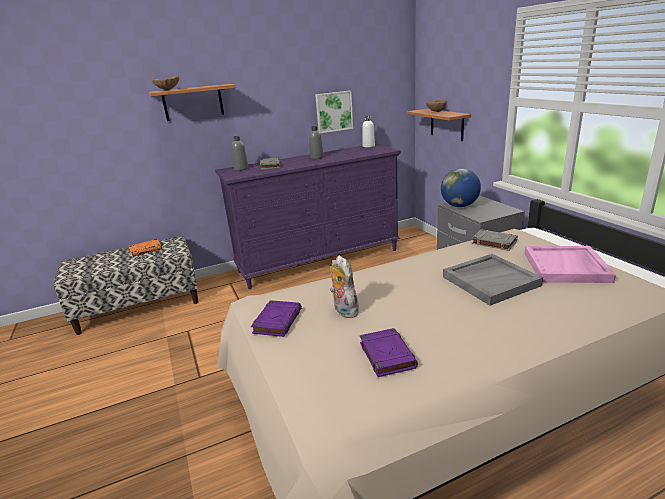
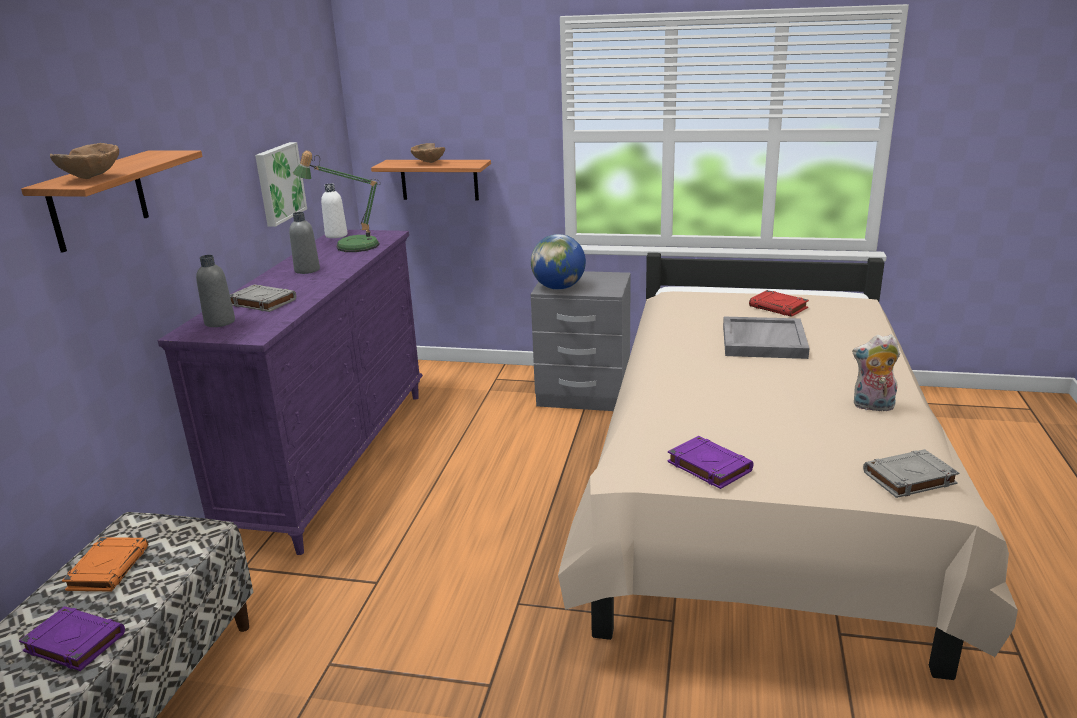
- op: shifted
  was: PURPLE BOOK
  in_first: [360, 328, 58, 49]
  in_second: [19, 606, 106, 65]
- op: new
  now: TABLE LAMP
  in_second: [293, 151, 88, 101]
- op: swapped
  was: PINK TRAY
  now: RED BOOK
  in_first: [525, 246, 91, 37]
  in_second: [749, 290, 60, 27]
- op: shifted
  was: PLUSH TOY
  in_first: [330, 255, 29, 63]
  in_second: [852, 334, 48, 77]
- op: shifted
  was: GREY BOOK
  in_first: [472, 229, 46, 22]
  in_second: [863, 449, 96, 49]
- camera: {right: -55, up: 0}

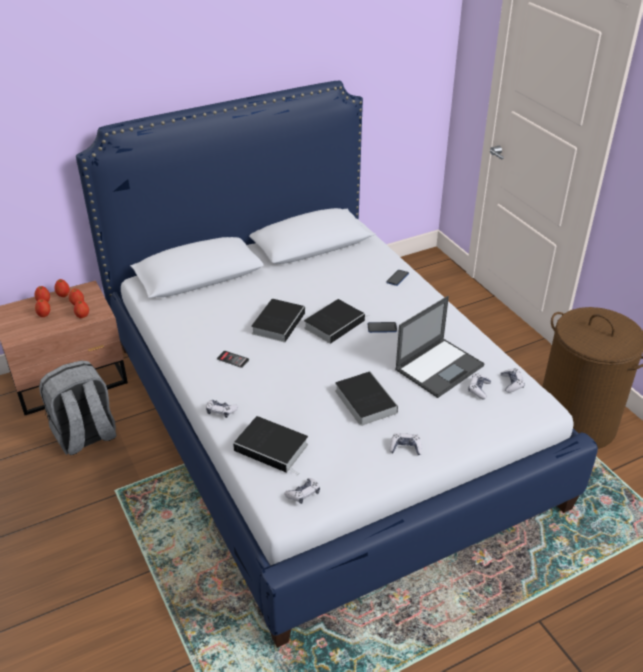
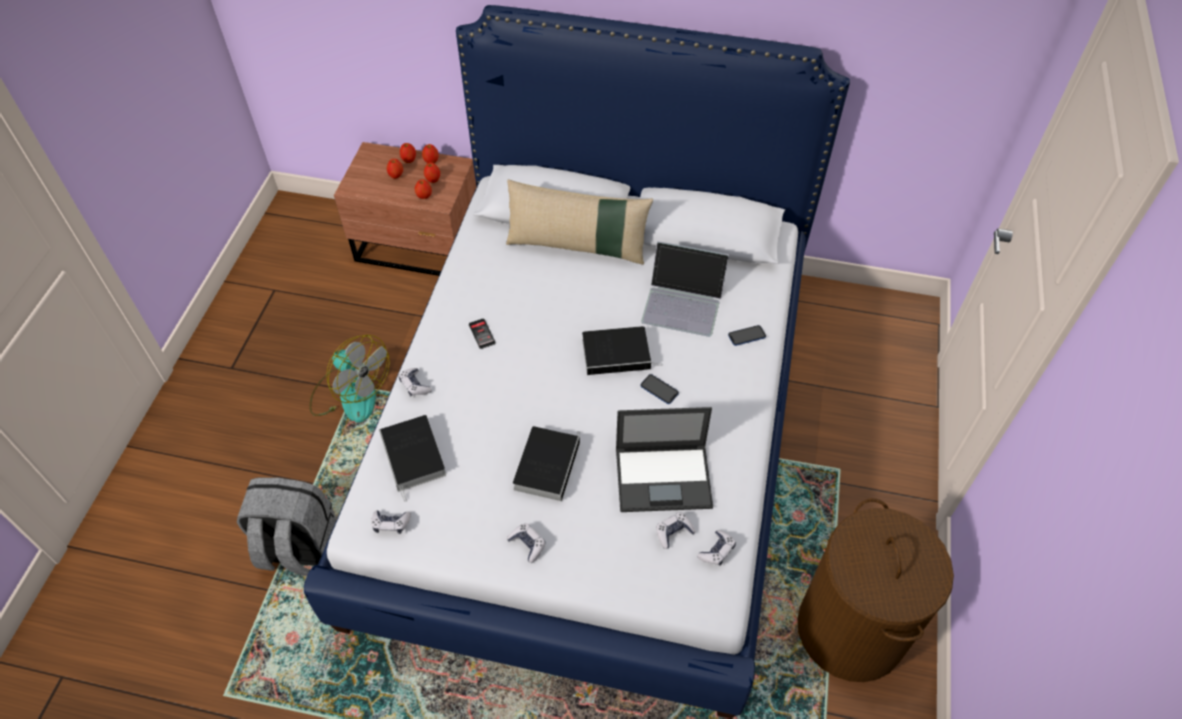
- op: shifted
  was: GREY BACKPACK
  in_first: [39, 360, 77, 95]
  in_second: [237, 478, 100, 98]
- op: new
  now: FAN
  in_second: [309, 335, 81, 88]
- op: new
  now: BEIGE PILLOW
  in_second: [506, 180, 147, 85]
- op: new
  now: LAPTOP
  in_second: [641, 241, 88, 96]
- op: gone
  was: BOOK
  in_first: [251, 299, 55, 43]
- camera: {right: 40, up: 15}

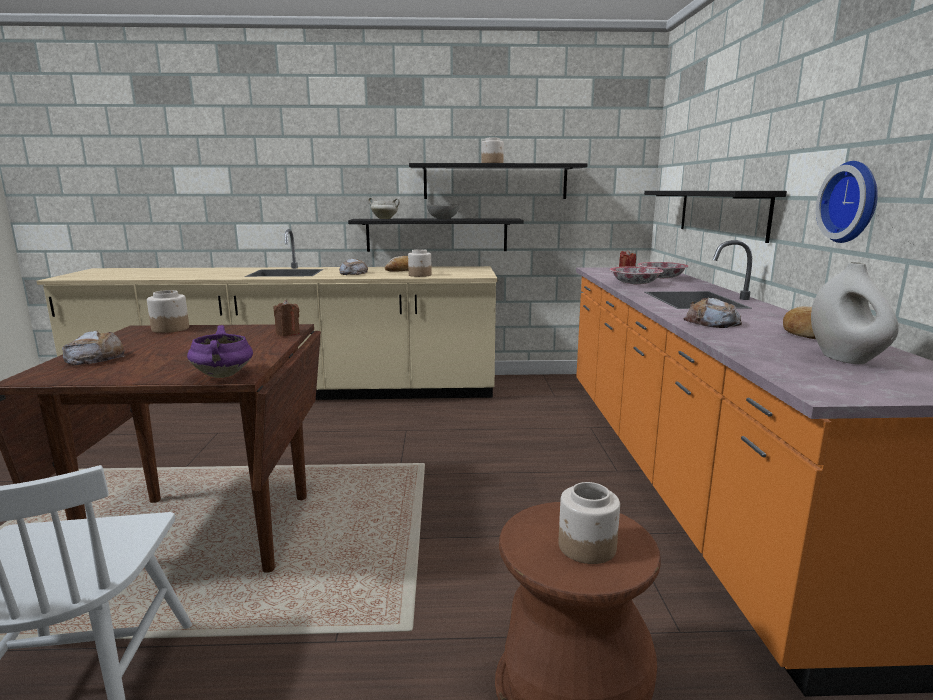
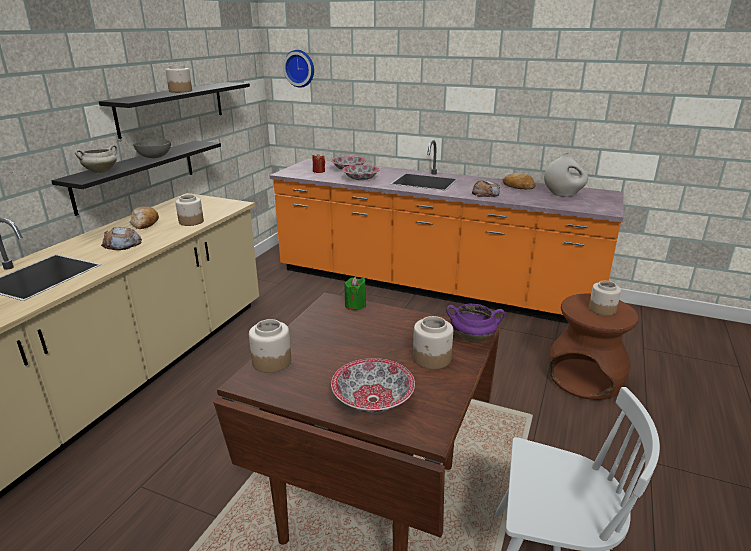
- op: shifted
  was: WALL CLOCK
  in_first: [816, 161, 62, 82]
  in_second: [283, 50, 31, 38]
- op: swapped
  was: BREAD
  now: BOWL
  in_first: [62, 330, 63, 36]
  in_second: [331, 358, 84, 55]
- op: repainted
  was: BROWN CANDLE
  now: GREEN CANDLE
  in_first: [274, 300, 26, 36]
  in_second: [344, 276, 22, 34]
- op: new
  now: JAR
  in_second: [413, 316, 40, 53]
- op: gone
  was: BLACK SHELF
  in_first: [644, 191, 143, 52]
- camera: {right: -65, up: 10}

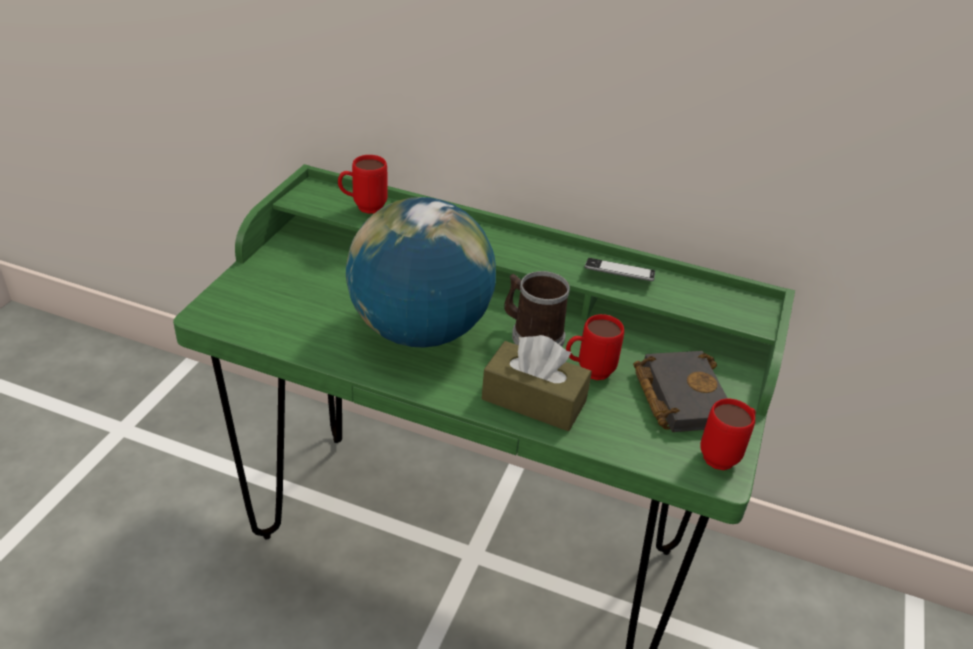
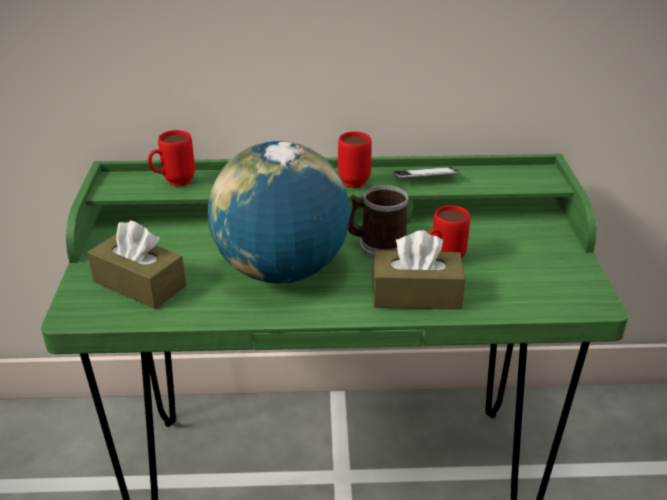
- op: new
  now: BROWN TISSUE BOX
  in_second: [87, 220, 99, 89]
- op: shifted
  was: RED MUG
  in_first: [700, 399, 56, 71]
  in_second: [338, 131, 34, 57]
- op: gone
  was: BLACK BOOK
  in_first: [633, 351, 95, 81]
- camera: {right: -20, up: -5}

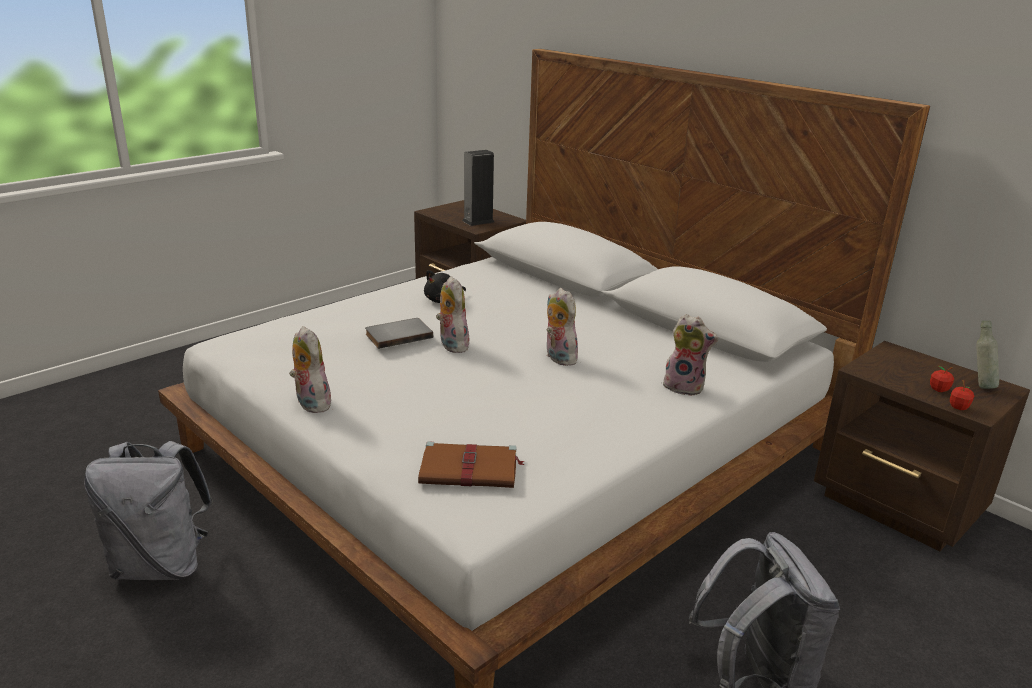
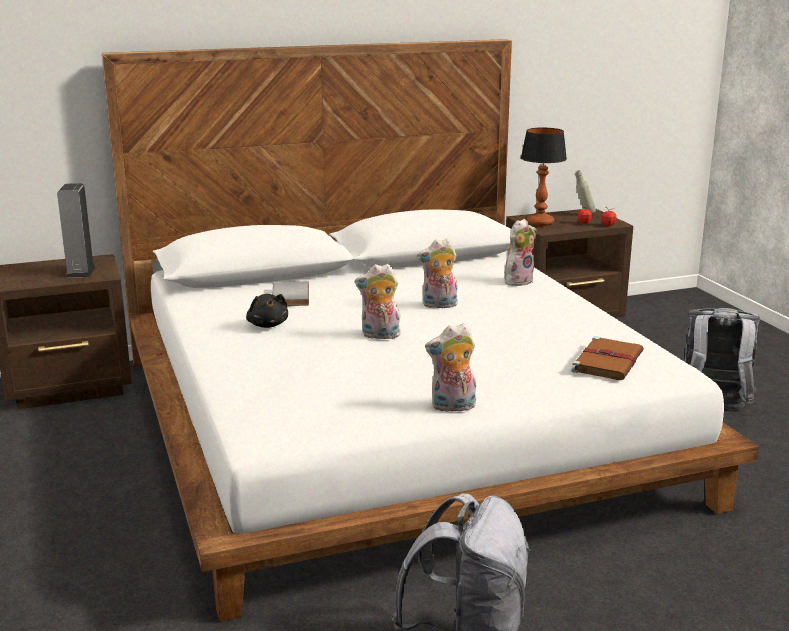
- op: shifted
  was: GREY BOOK
  in_first: [365, 318, 68, 31]
  in_second: [272, 282, 37, 24]
- op: new
  now: TABLE LAMP
  in_second: [521, 128, 46, 98]
- camera: {right: -65, up: -5}

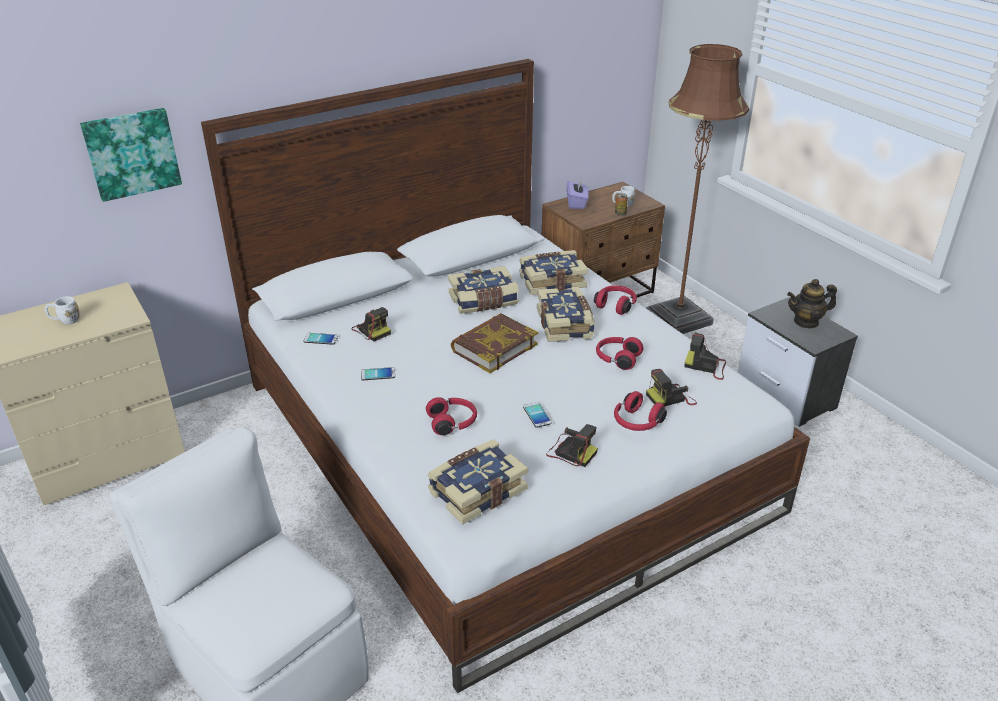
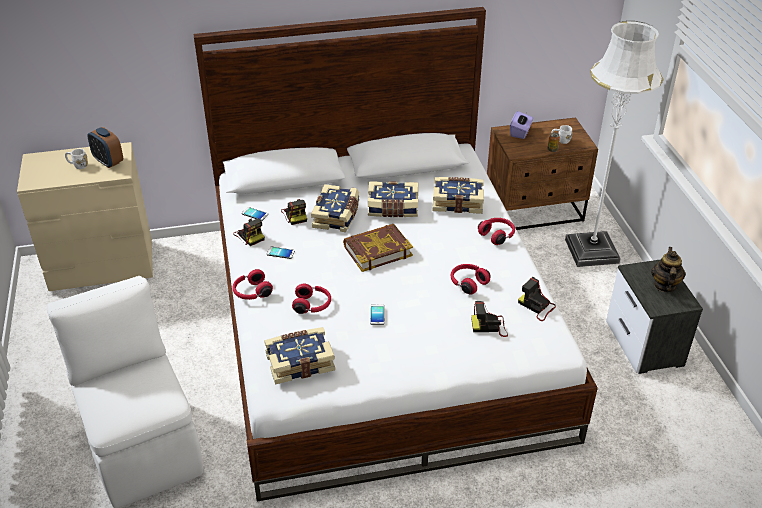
- op: new
  now: ALARM CLOCK
  in_second: [87, 127, 36, 41]
- op: shifted
  was: RED HEADPHONES
  in_first: [614, 391, 53, 40]
  in_second: [232, 269, 41, 31]
- op: shifted
  was: PHOTO CAMERA
  in_first: [546, 424, 52, 43]
  in_second: [233, 218, 32, 28]
- op: shifted
  was: BOOK
  in_first: [537, 287, 58, 55]
  in_second: [311, 184, 48, 48]
- op: repainted
  was: BROWN FLOOR LAMP
  now: WHITE FLOOR LAMP
  in_first: [646, 44, 103, 290]
  in_second: [565, 21, 98, 246]
- op: rotated
  was: TEAPOT
  in_first: [787, 279, 50, 50]
  in_second: [651, 247, 35, 45]
  clockwise: 90
- op: gone
  was: PICTURE
  in_first: [80, 108, 102, 94]
- camera: {right: 20, up: 5}

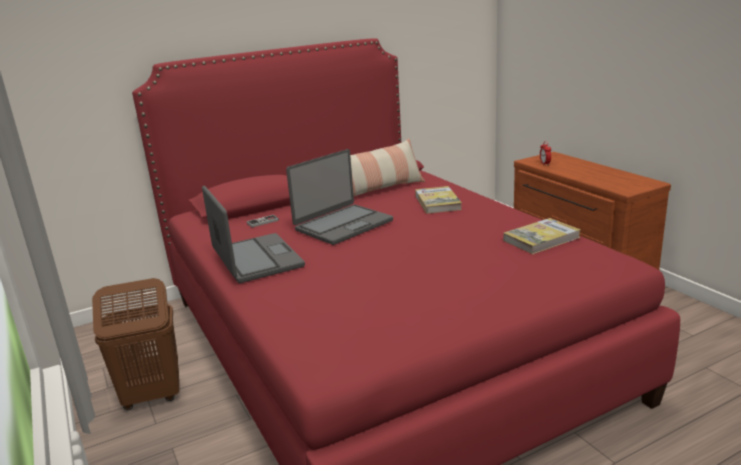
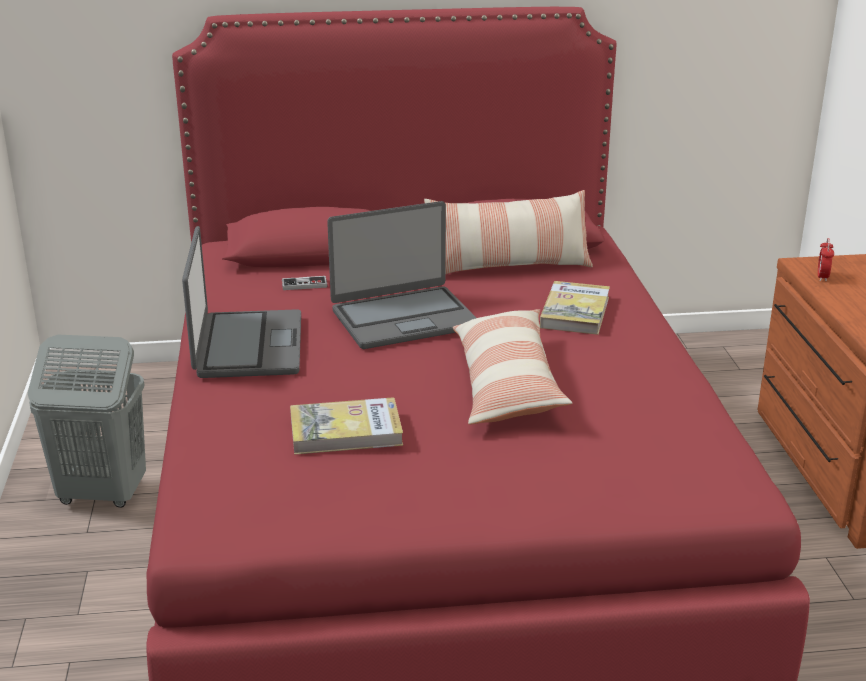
- op: repainted
  was: BROWN LAUNDRY BASKET
  now: GREY LAUNDRY BASKET
  in_first: [92, 278, 87, 132]
  in_second: [28, 335, 118, 173]
- op: shifted
  was: BOOK
  in_first: [503, 218, 78, 36]
  in_second: [290, 397, 113, 58]
- op: new
  now: PILLOW
  in_second: [452, 309, 121, 116]
- camera: {right: 20, up: 5}

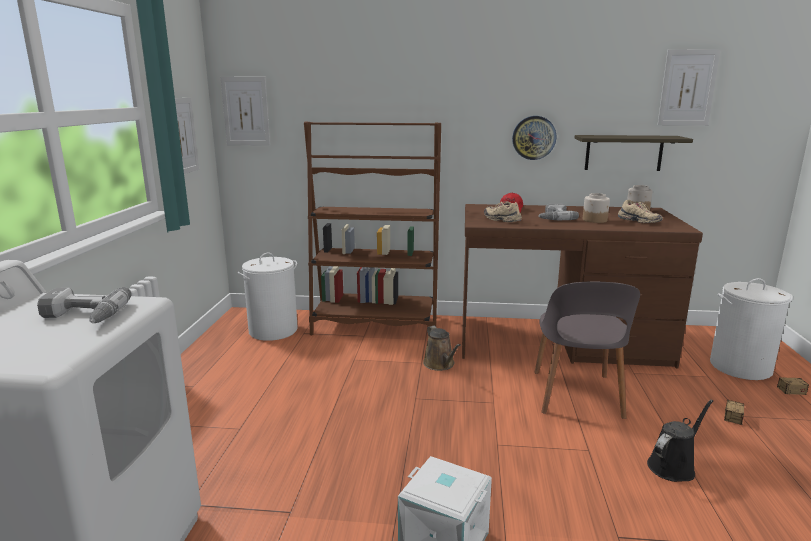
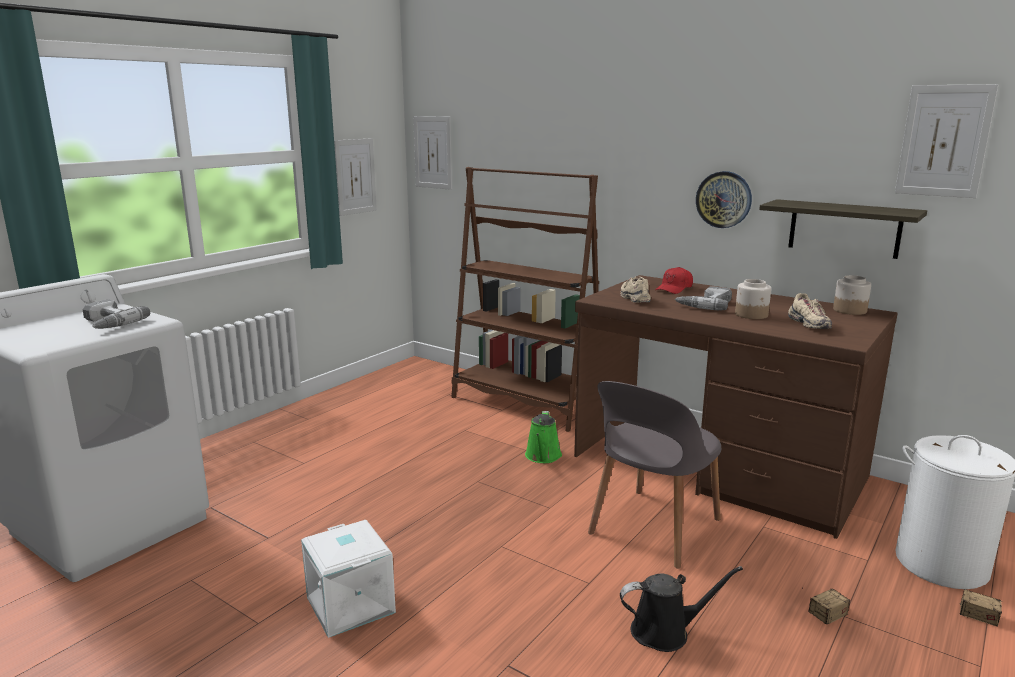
- op: repainted
  was: BROWN WATERING CAN
  now: GREEN WATERING CAN
  in_first: [423, 326, 38, 45]
  in_second: [525, 411, 37, 52]
- op: gone
  was: WHITE LAUNDRY BASKET
  in_first: [238, 252, 60, 89]
- camera: {right: 30, up: 0}

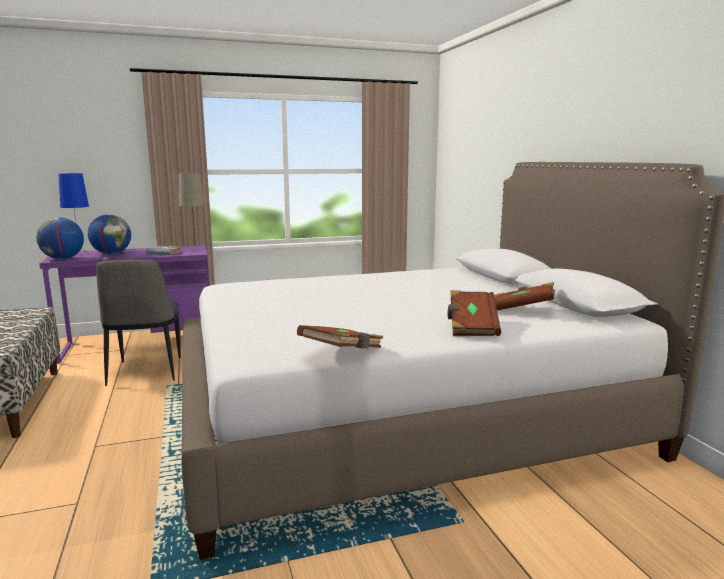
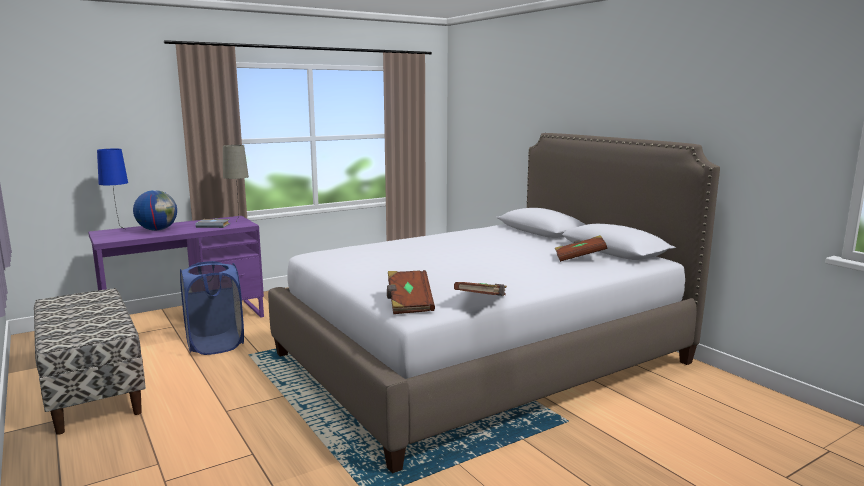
- op: swapped
  was: CHAIR
  now: BLUE LAUNDRY BASKET
  in_first: [96, 259, 85, 127]
  in_second: [180, 261, 64, 94]
- op: shifted
  was: BROWN BOOK
  in_first: [447, 290, 54, 46]
  in_second: [387, 270, 48, 44]
- op: gone
  was: GLOBE
  in_first: [36, 217, 48, 42]
- camera: {right: -15, up: 0}

